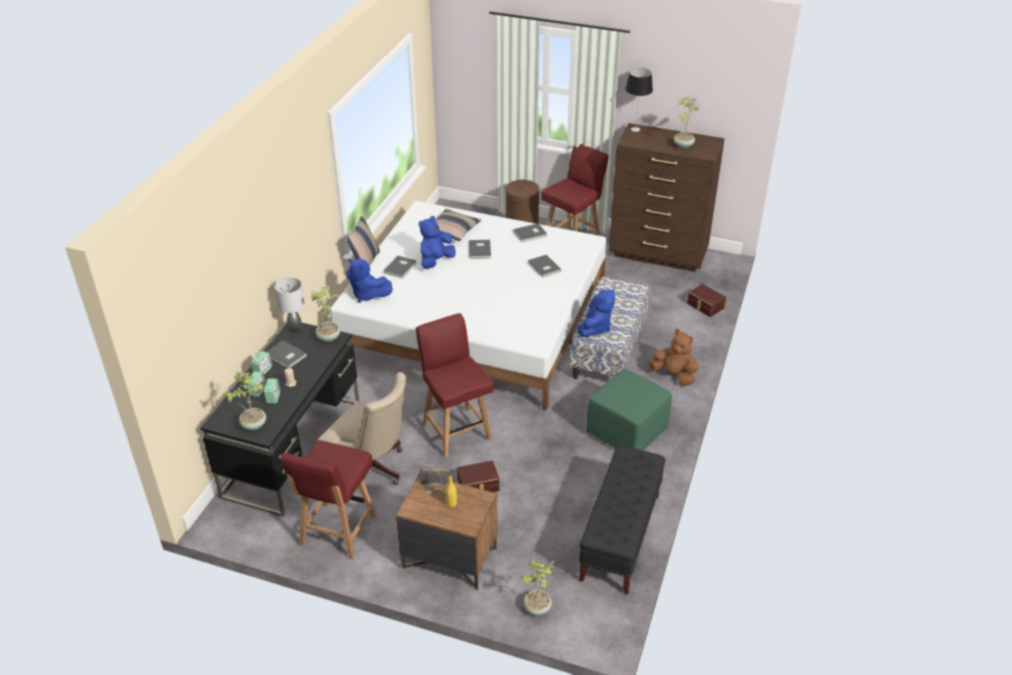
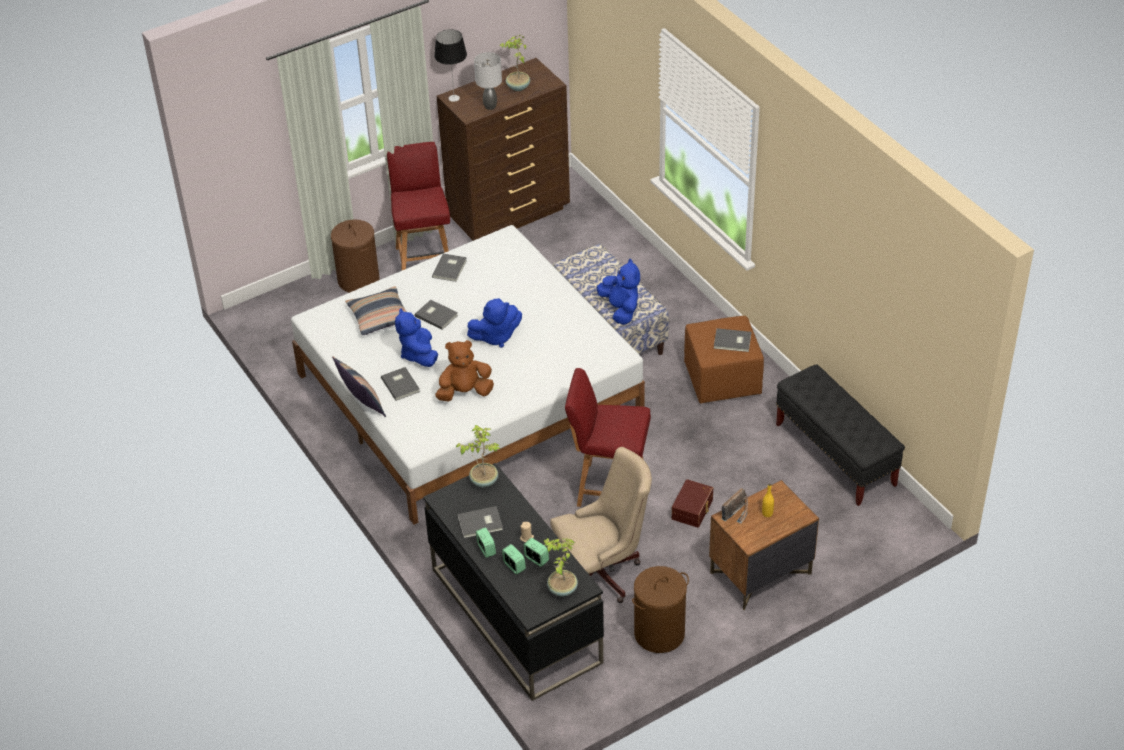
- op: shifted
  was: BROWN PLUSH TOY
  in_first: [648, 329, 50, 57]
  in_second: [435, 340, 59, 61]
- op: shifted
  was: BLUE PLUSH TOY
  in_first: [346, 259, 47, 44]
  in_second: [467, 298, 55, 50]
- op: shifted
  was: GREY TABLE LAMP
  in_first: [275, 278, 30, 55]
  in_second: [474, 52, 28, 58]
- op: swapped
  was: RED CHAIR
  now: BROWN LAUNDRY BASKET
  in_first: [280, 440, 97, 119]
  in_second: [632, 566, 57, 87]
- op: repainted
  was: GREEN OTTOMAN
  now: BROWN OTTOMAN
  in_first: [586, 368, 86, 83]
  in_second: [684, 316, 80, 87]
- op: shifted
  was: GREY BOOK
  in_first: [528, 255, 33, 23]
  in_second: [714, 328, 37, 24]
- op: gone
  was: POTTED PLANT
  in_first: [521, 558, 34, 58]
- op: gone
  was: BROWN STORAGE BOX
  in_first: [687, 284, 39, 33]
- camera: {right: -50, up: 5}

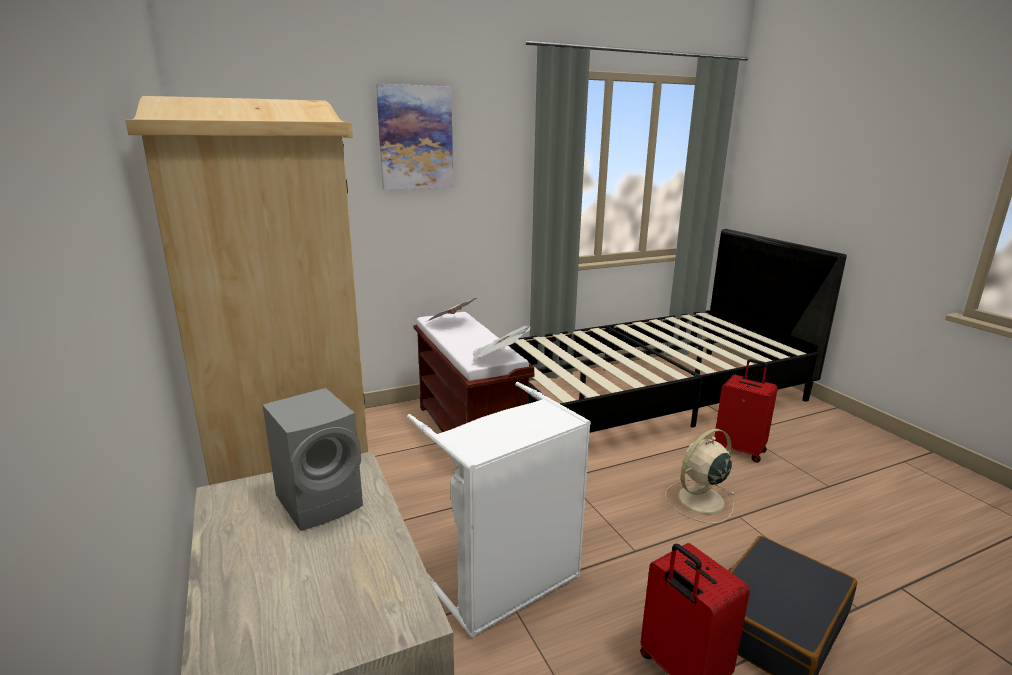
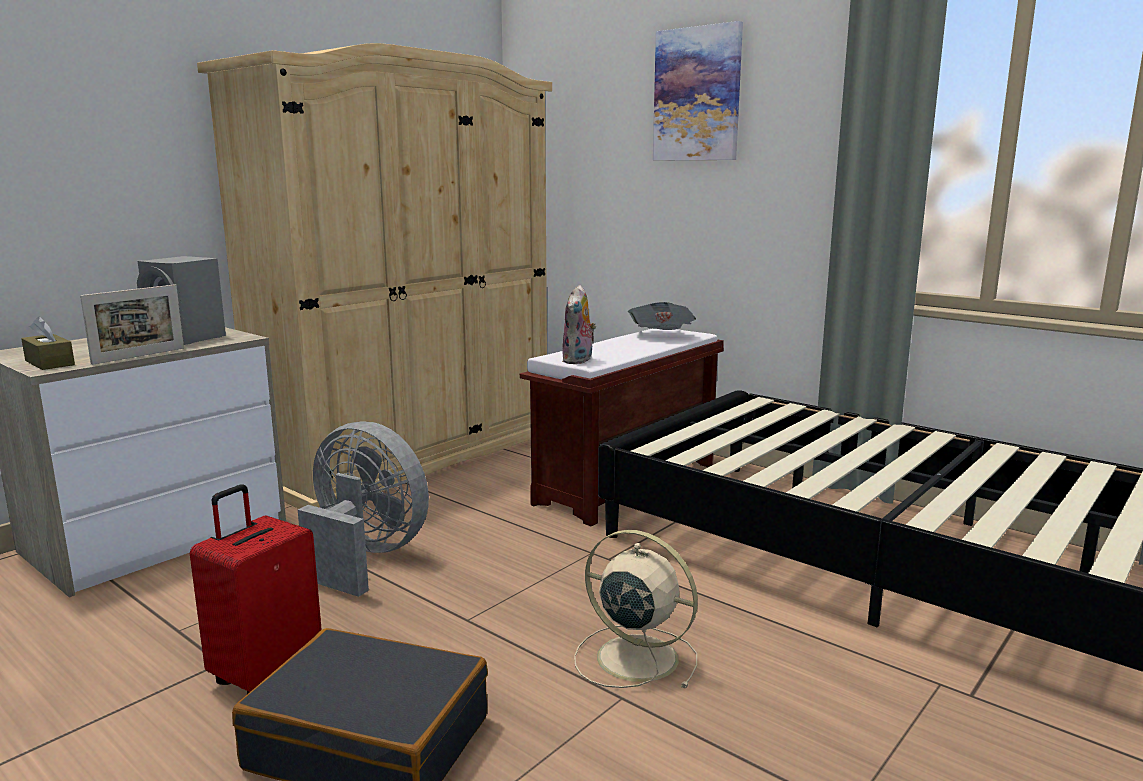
- op: new
  now: BROWN TISSUE BOX
  in_second: [21, 316, 54, 54]
- op: new
  now: PICTURE FRAME
  in_second: [80, 284, 104, 81]
- op: swapped
  was: WHITE LAUNDRY BASKET
  now: GREY FAN
  in_first: [407, 382, 184, 256]
  in_second: [298, 422, 131, 175]
- op: swapped
  was: NEWSPAPER
  now: PLUSH TOY
  in_first: [473, 326, 58, 34]
  in_second: [562, 285, 34, 79]
- op: gone
  was: RED SUITCASE
  in_first: [714, 359, 64, 104]
- camera: {right: 65, up: -5}

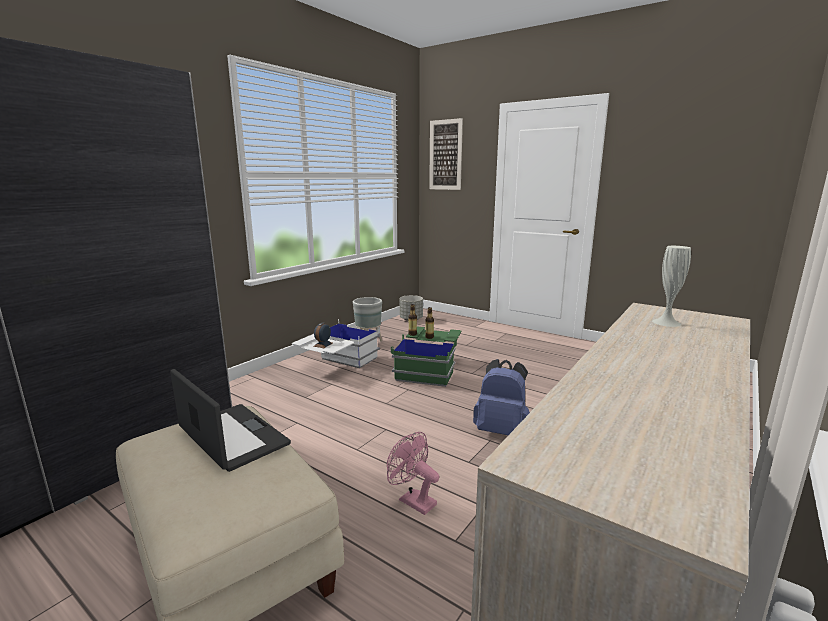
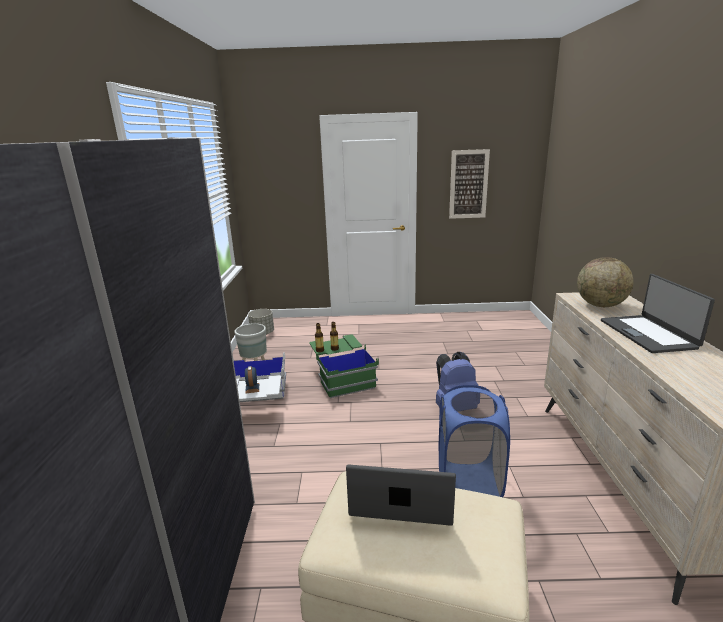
- op: swapped
  was: PINK FAN
  now: BLUE LAUNDRY BASKET
  in_first: [387, 432, 52, 83]
  in_second: [439, 385, 71, 112]
- op: shifted
  was: PICTURE
  in_first: [429, 118, 34, 72]
  in_second: [449, 149, 41, 70]
- op: swapped
  was: WHITE VASE
  now: GLOBE
  in_first: [652, 246, 39, 81]
  in_second: [577, 257, 57, 50]
- op: new
  now: LAPTOP
  in_second: [601, 274, 114, 79]
- camera: {right: -35, up: 5}

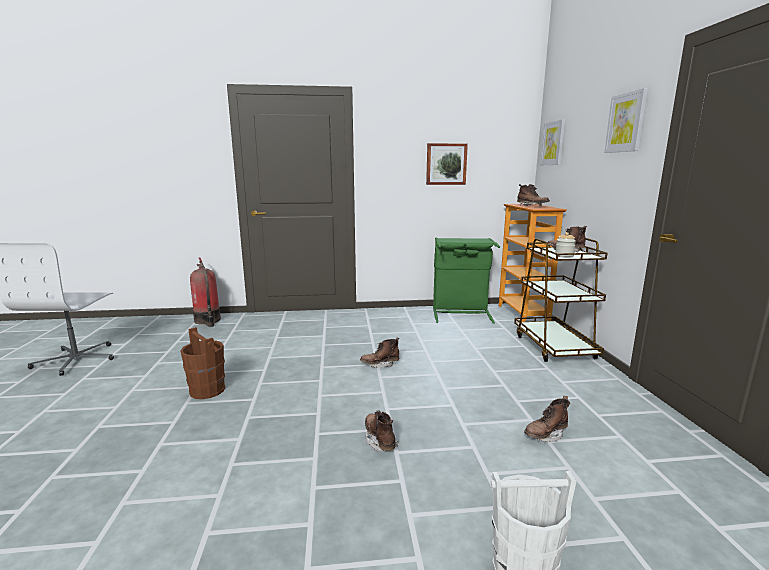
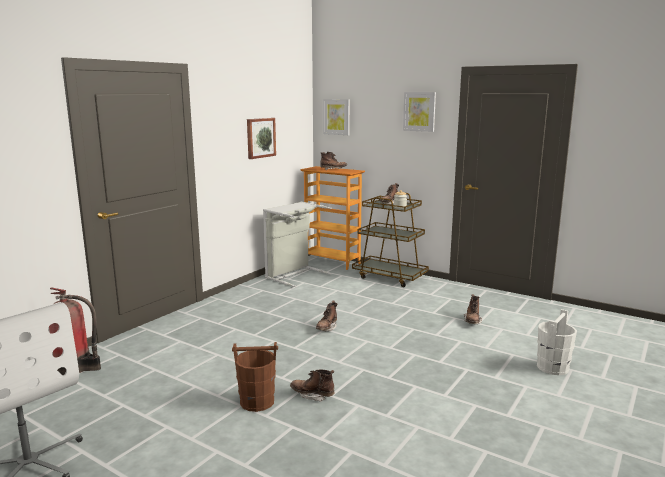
- op: repainted
  was: GREEN LAUNDRY BASKET
  now: GREY LAUNDRY BASKET
  in_first: [433, 238, 67, 86]
  in_second: [263, 201, 68, 86]
- op: shifted
  was: BROWN BOOT
  in_first: [365, 410, 33, 41]
  in_second: [290, 370, 44, 32]
- camera: {right: -50, up: 0}

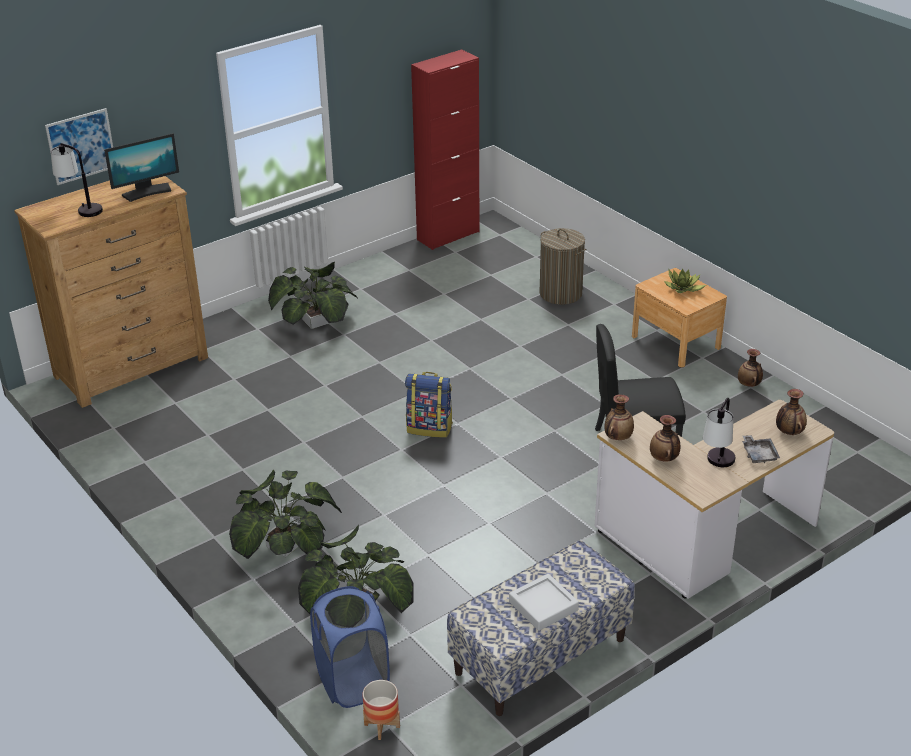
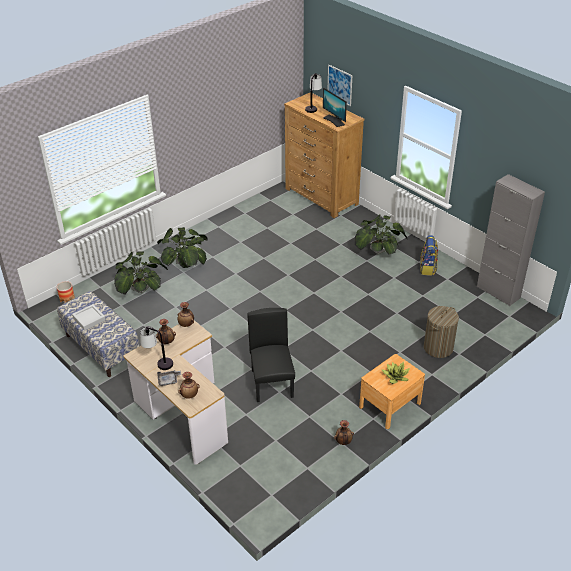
- op: shifted
  was: BACKPACK
  in_first: [405, 372, 48, 66]
  in_second: [420, 235, 18, 41]
- op: repainted
  was: RED CABINET
  now: GREY CABINET
  in_first: [411, 49, 68, 201]
  in_second: [477, 174, 68, 132]
- op: gone
  was: BLUE LAUNDRY BASKET
  in_first: [310, 586, 80, 122]
- camera: {right: 85, up: 5}

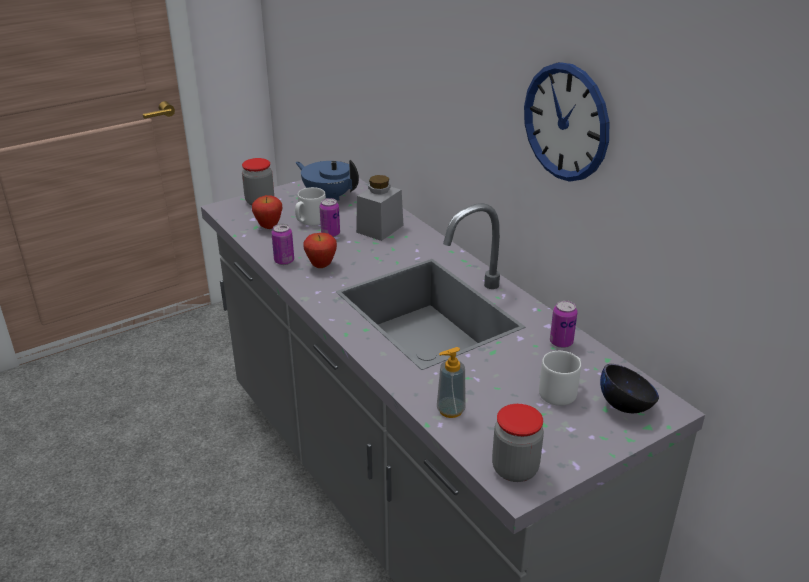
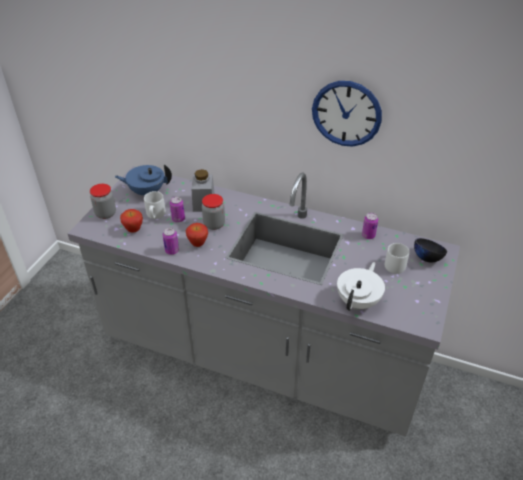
- op: shifted
  was: JAR
  in_first: [492, 404, 52, 78]
  in_second: [202, 194, 23, 36]
- op: swapped
  was: SOAP DISPENSER
  now: WHITE TEAPOT
  in_first: [437, 347, 29, 71]
  in_second: [337, 262, 48, 49]
- camera: {right: -35, up: 10}

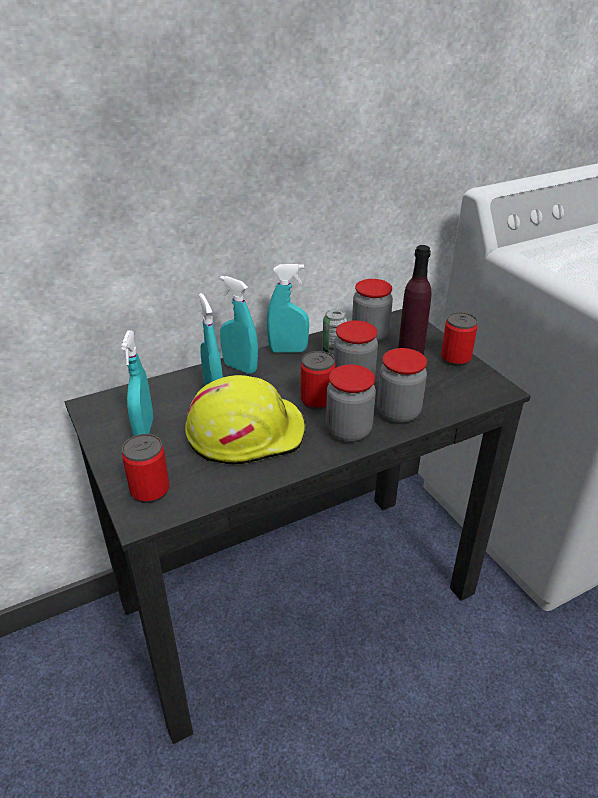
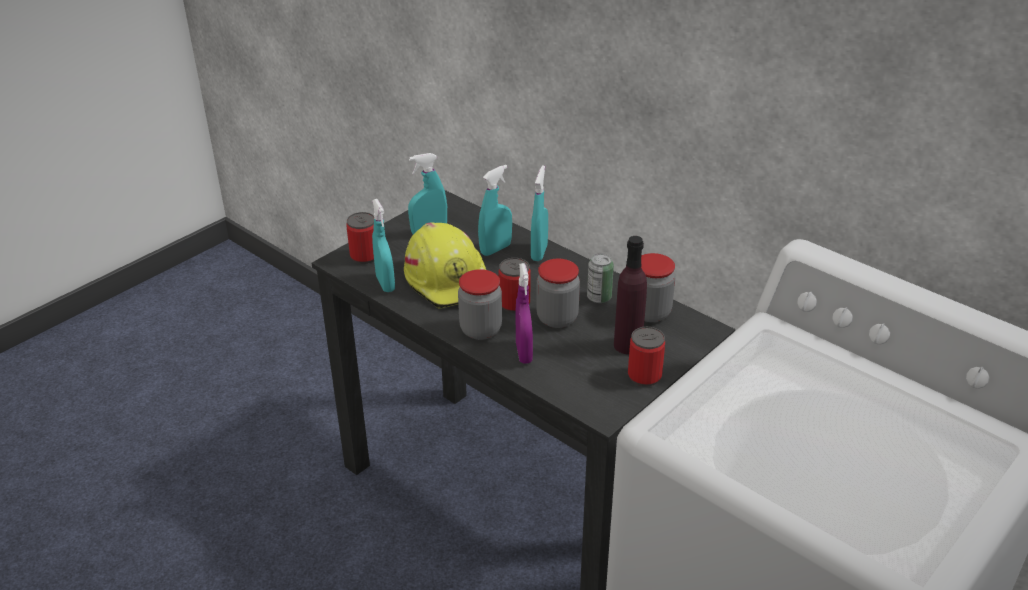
- op: shifted
  was: TURQUOISE SPRAY BOTTLE
  in_first: [267, 264, 42, 89]
  in_second: [372, 199, 23, 93]
- op: swapped
  was: JAR
  now: PURPLE SPRAY BOTTLE
  in_first: [377, 348, 50, 75]
  in_second: [516, 263, 17, 100]
- camera: {right: 70, up: 0}

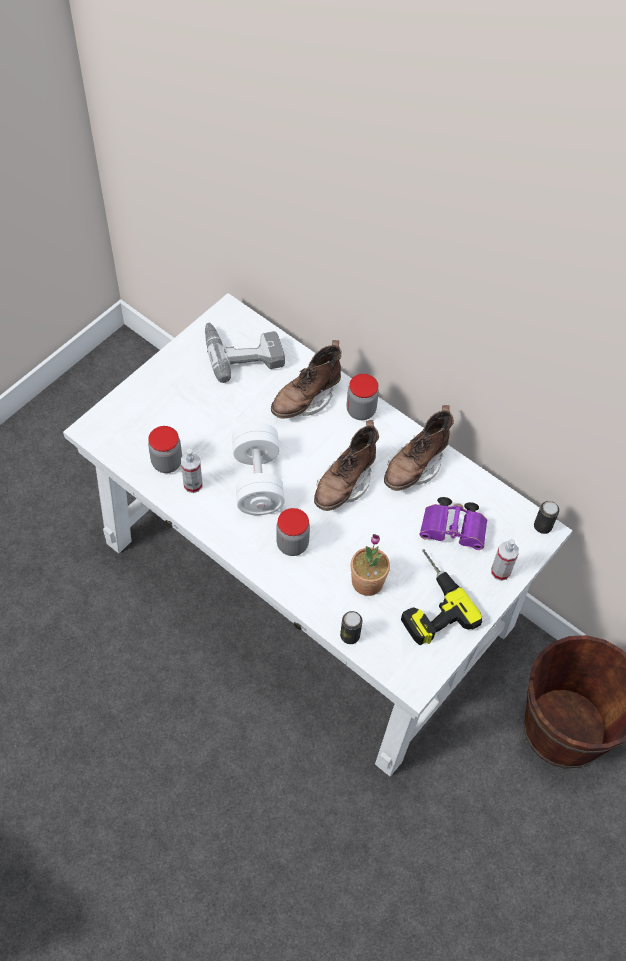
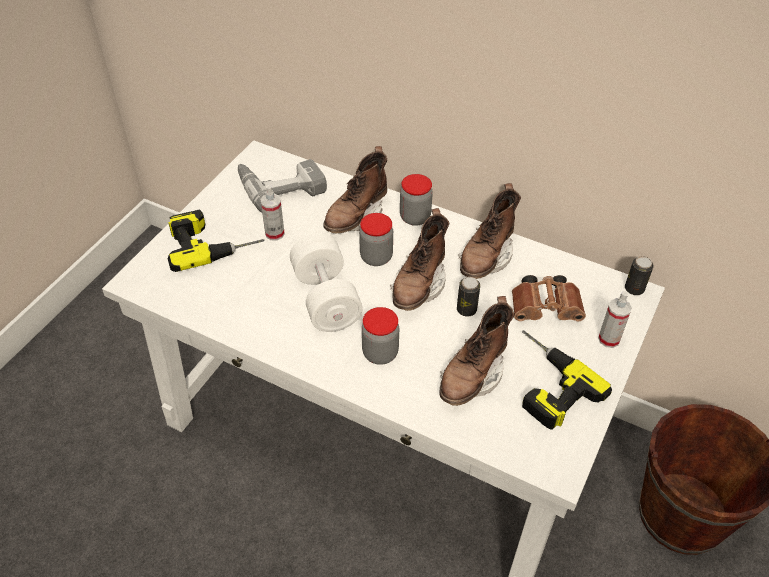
- op: new
  now: POWER DRILL
  in_second: [167, 209, 97, 63]
- op: shifted
  was: SPRAY BOTTLE
  in_first: [181, 449, 21, 44]
  in_second: [260, 185, 25, 56]
- op: shifted
  was: JAR
  in_first: [148, 426, 34, 47]
  in_second: [359, 213, 34, 53]
- op: swapped
  was: POTTED PLANT
  now: BROWN BOOT
  in_first: [351, 534, 39, 62]
  in_second: [440, 296, 74, 110]
- op: shifted
  was: CAN
  in_first: [340, 611, 22, 33]
  in_second: [457, 277, 23, 39]
- op: repainted
  was: PURPLE BINOCULARS
  now: BROWN BINOCULARS
  in_first: [419, 497, 68, 53]
  in_second: [512, 275, 74, 46]
- camera: {right: -10, up: -10}

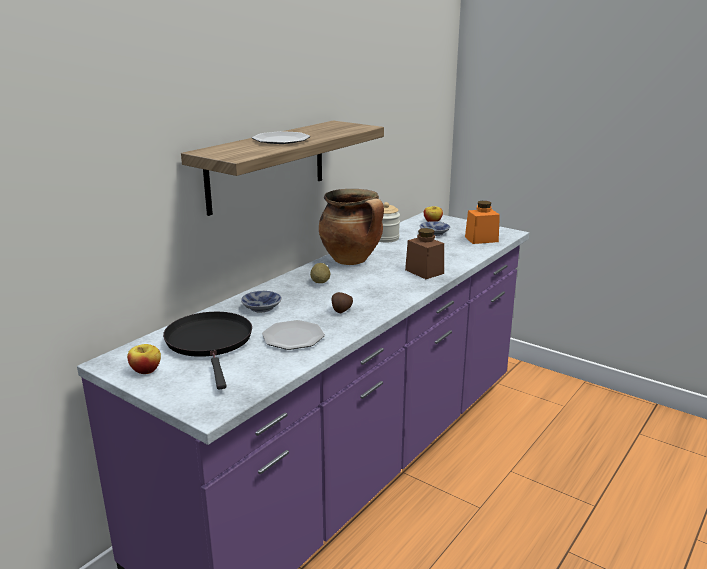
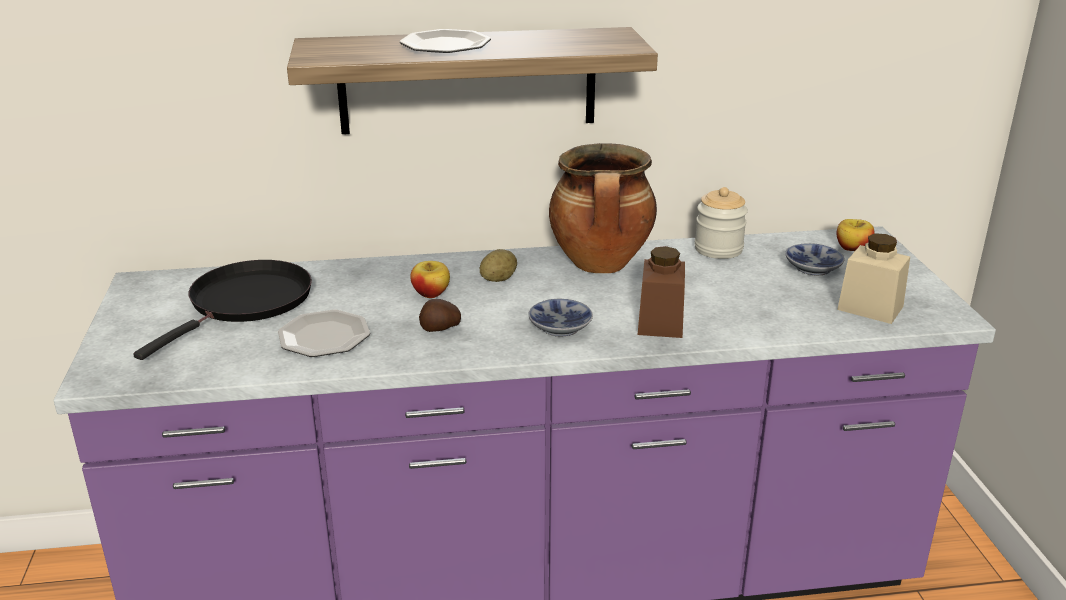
- op: shifted
  was: APPLE
  in_first: [127, 344, 34, 30]
  in_second: [410, 261, 40, 37]
- op: shifted
  was: BOWL
  in_first: [241, 291, 41, 21]
  in_second: [528, 299, 65, 37]
- op: repainted
  was: ORANGE JAR
  now: BEIGE JAR
  in_first: [465, 201, 35, 43]
  in_second: [837, 233, 73, 91]
- camera: {right: 45, up: 5}

